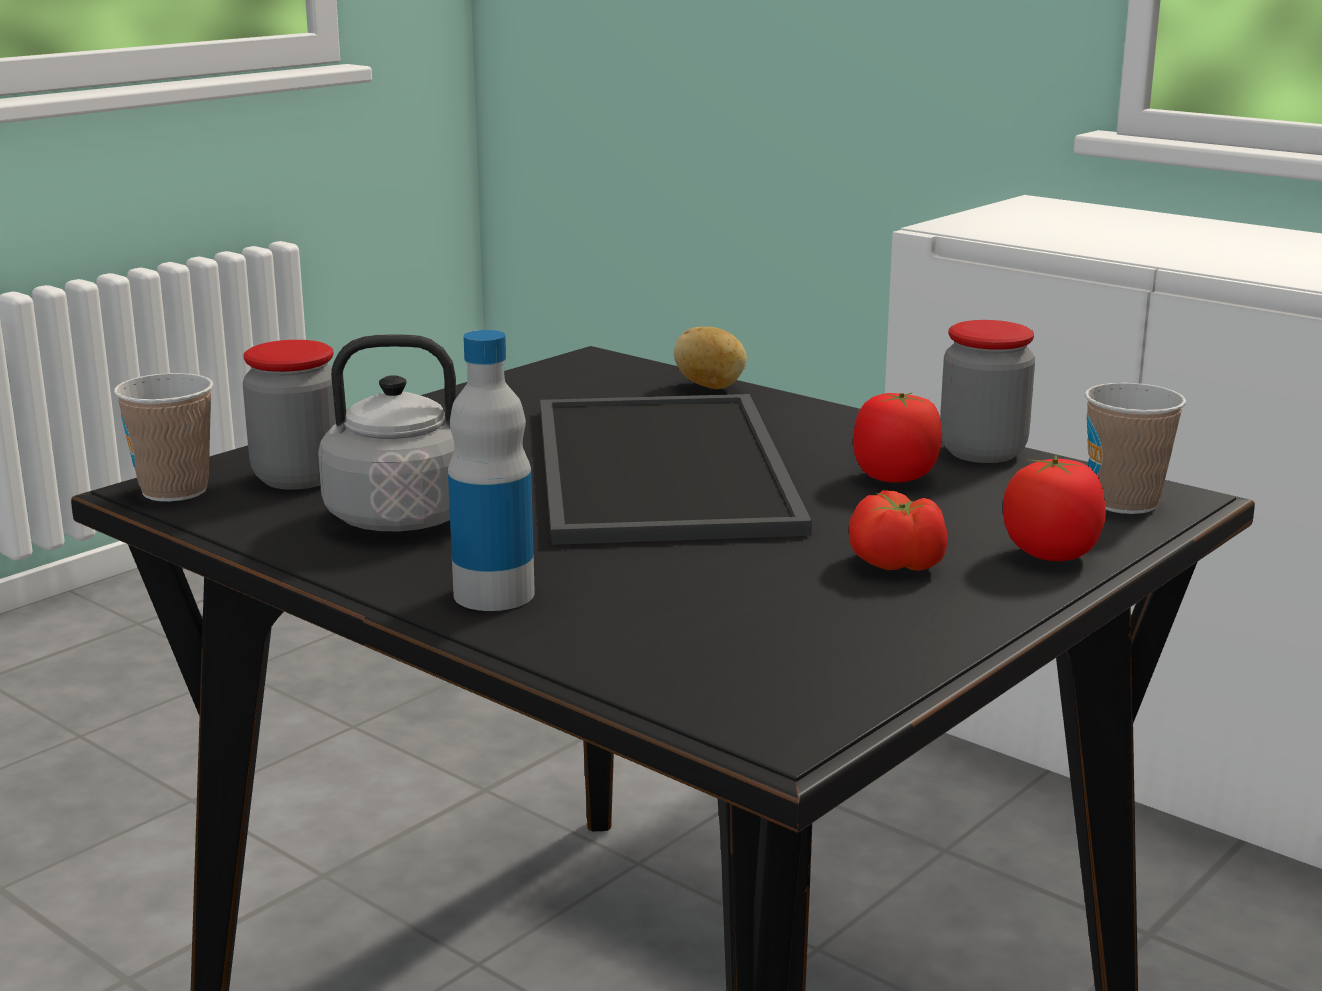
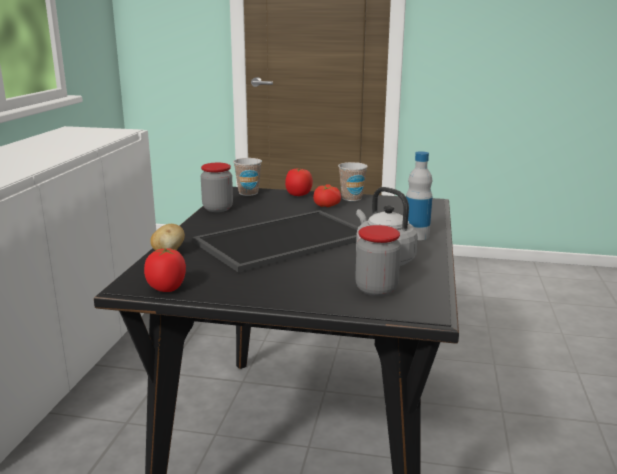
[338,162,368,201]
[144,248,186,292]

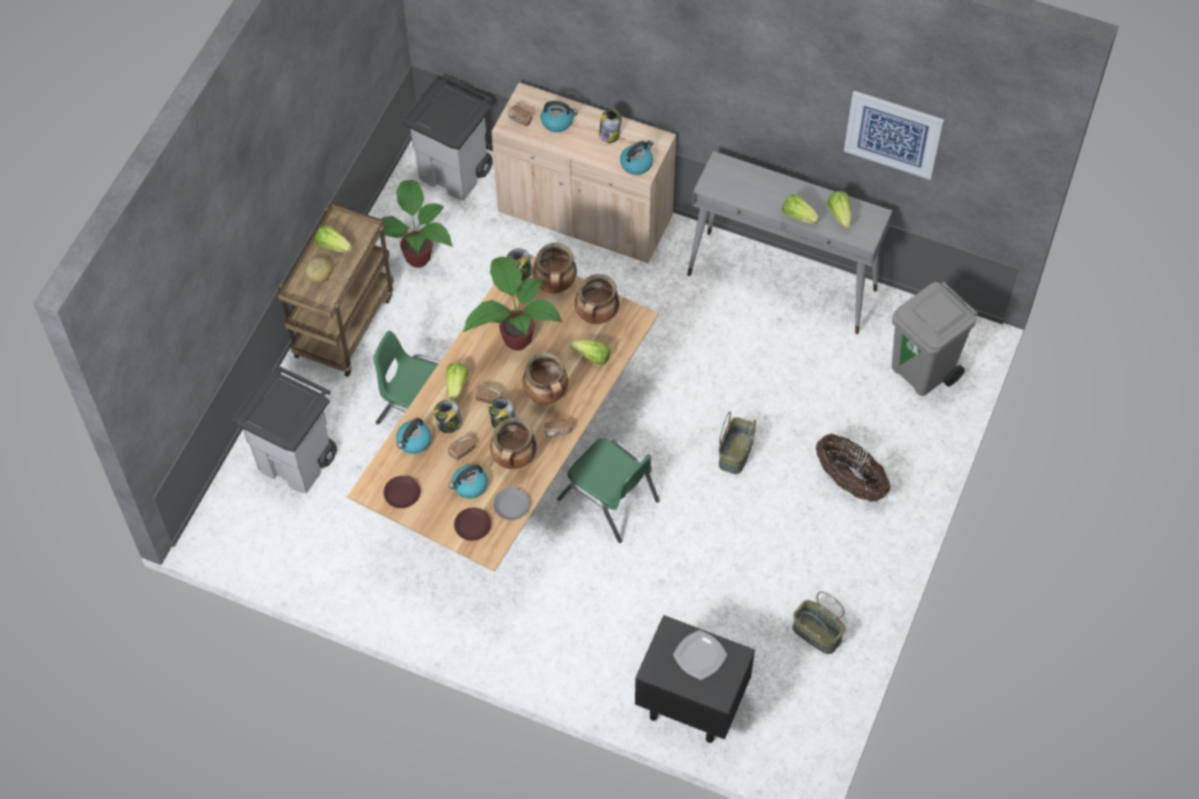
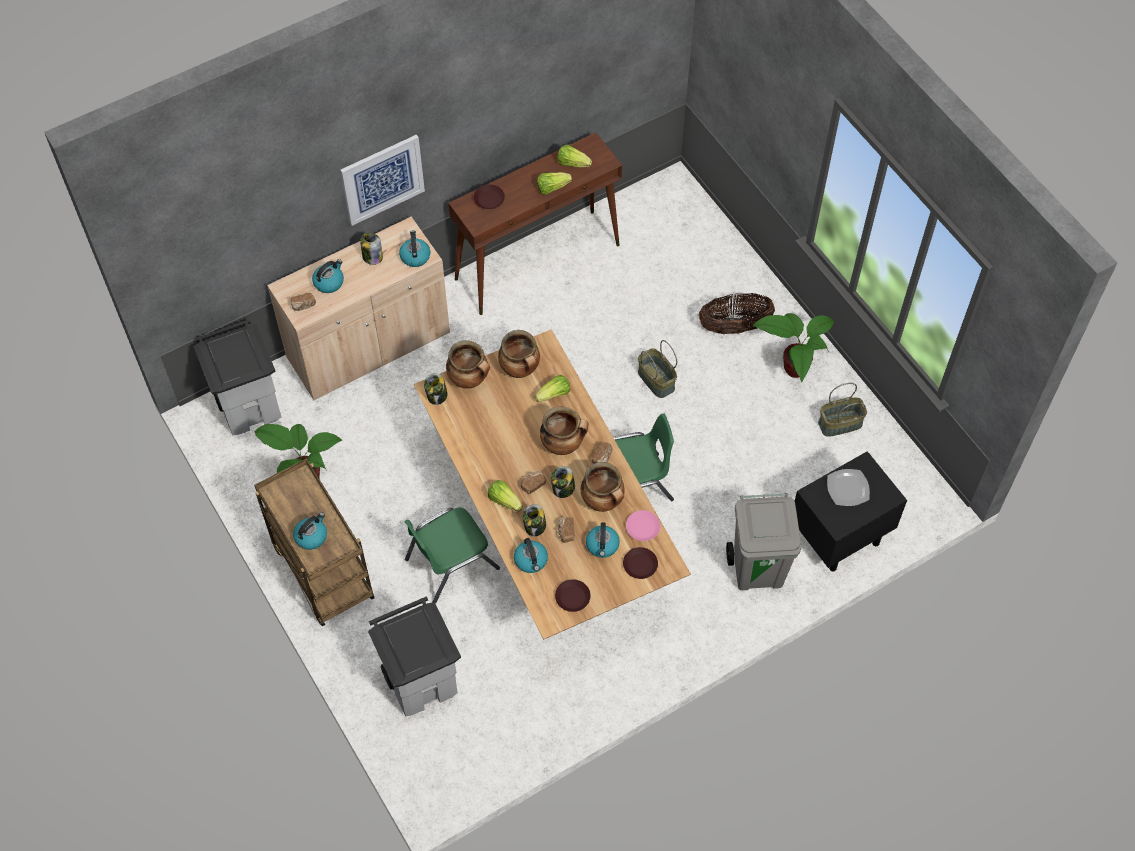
[293,512,327,550]
[315,225,352,253] (first image)
[752,313,835,383]
[626,510,661,541]
[449,133,622,315]
[340,134,425,226]
[726,493,801,590]
[474,185,505,209]

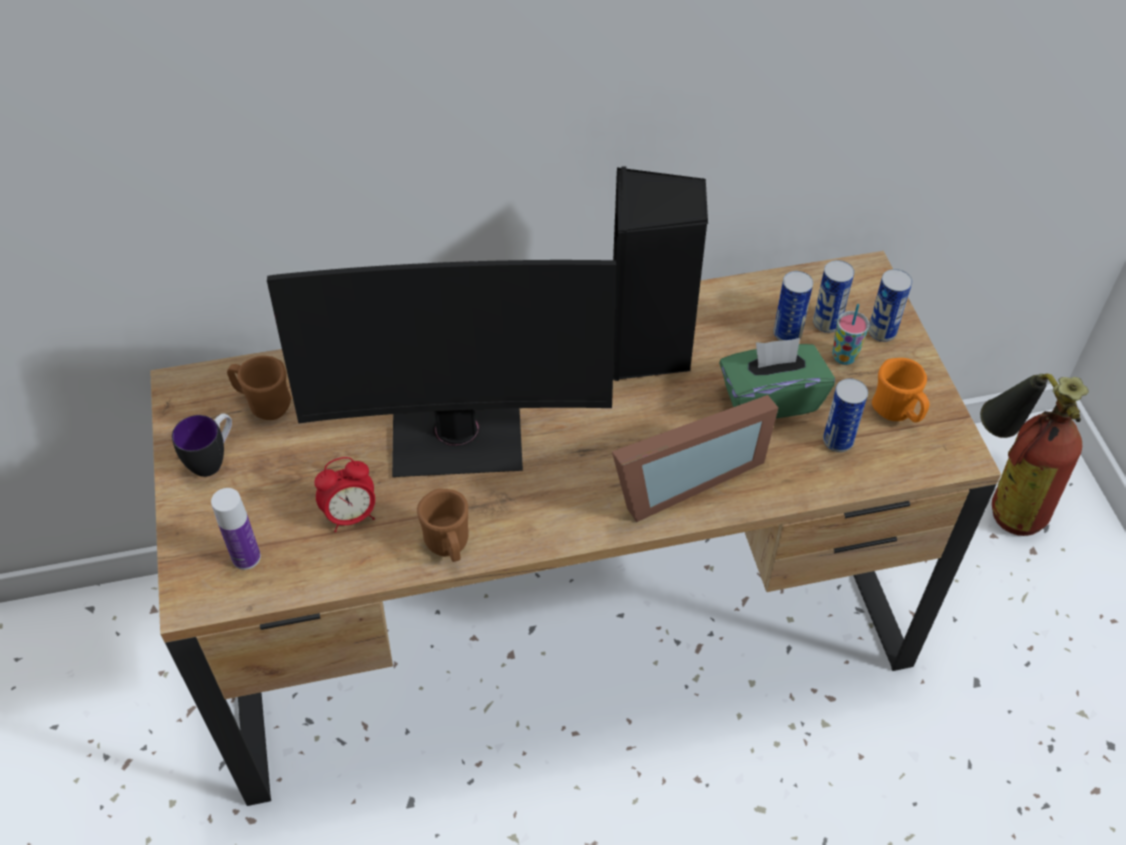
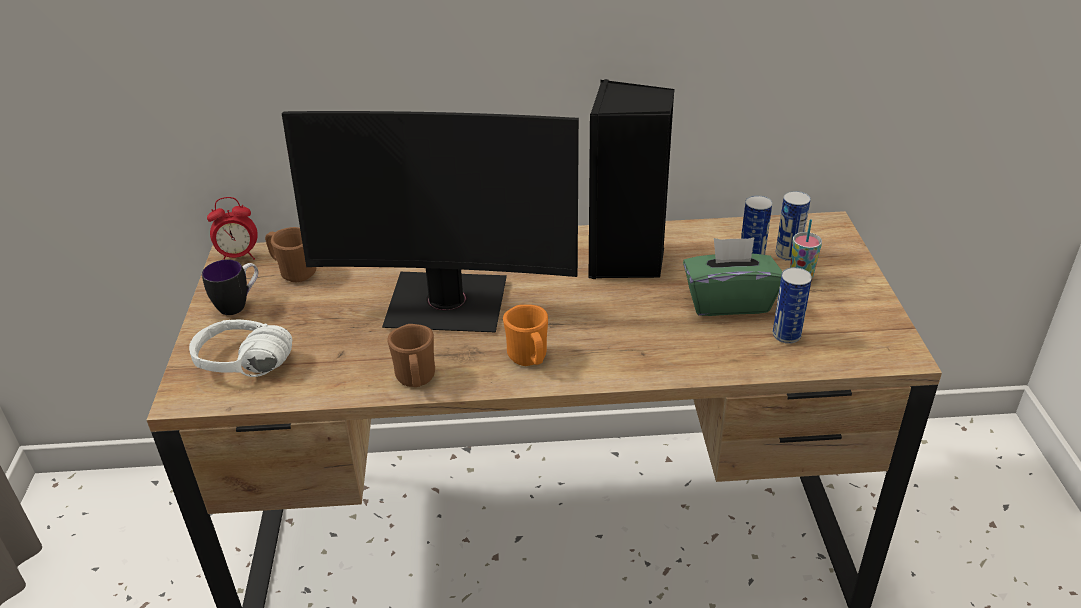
[189,320,292,377]
[207,197,258,260]
[612,395,778,522] (first image)
[868,269,912,342] (first image)
[503,305,548,366]
[980,374,1089,536] (first image)

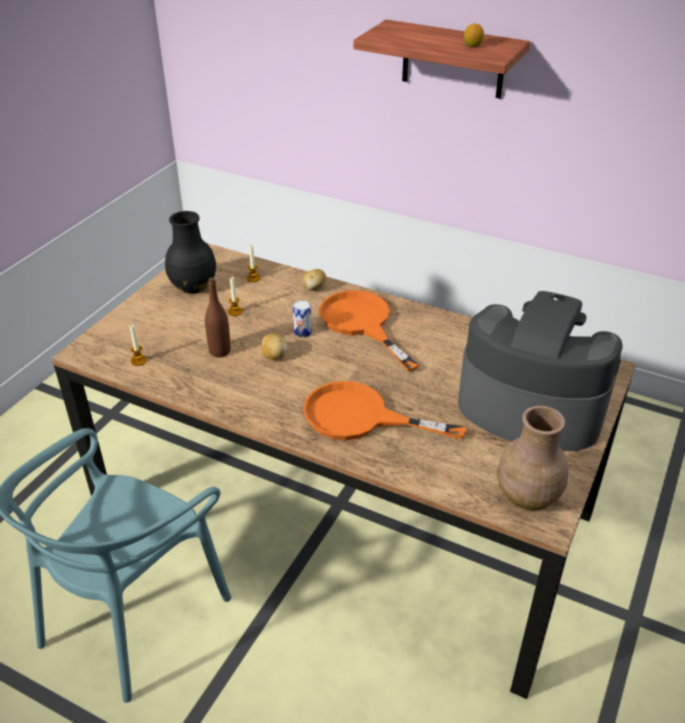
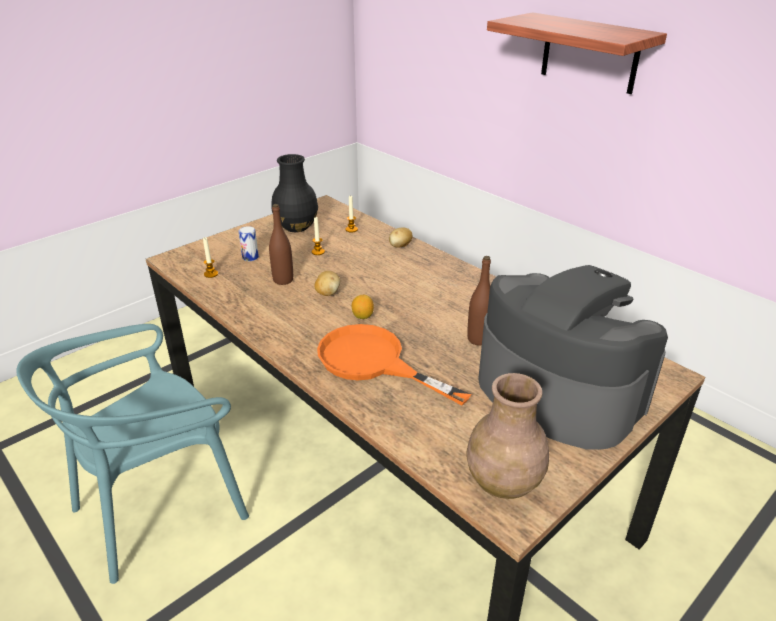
[238,226,259,261]
[319,290,419,372] (first image)
[352,295,374,319]
[467,256,491,346]

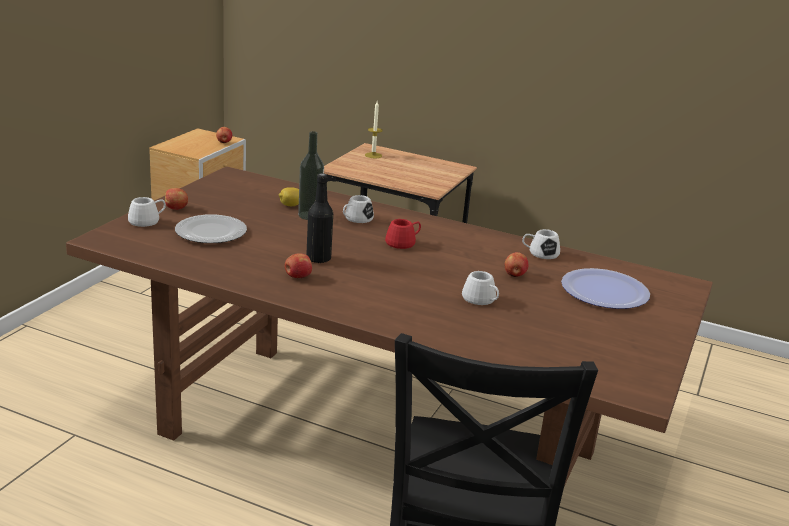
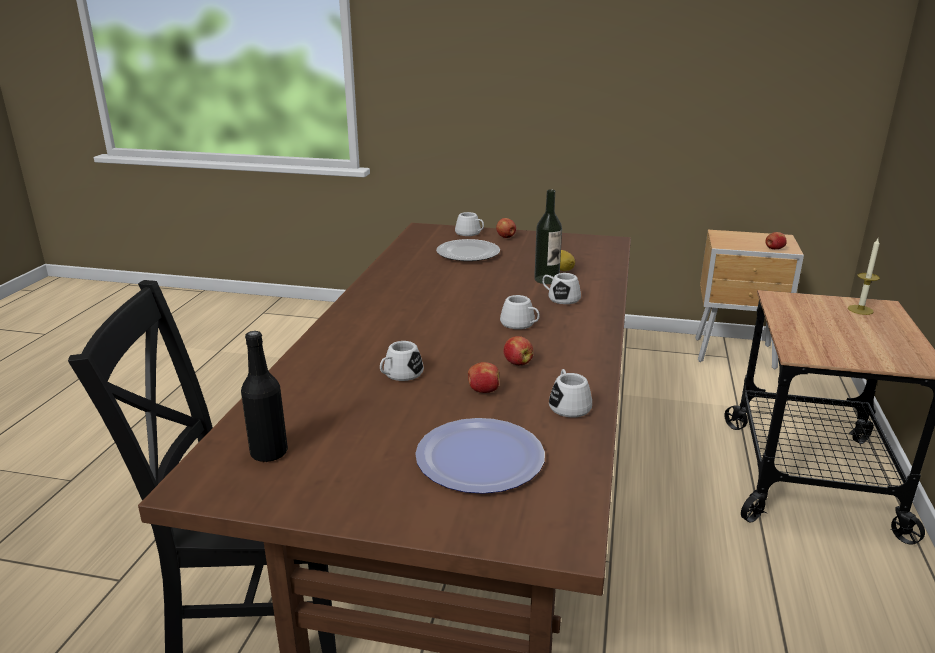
[504,336,533,366]
[241,331,288,462]
[500,295,540,329]

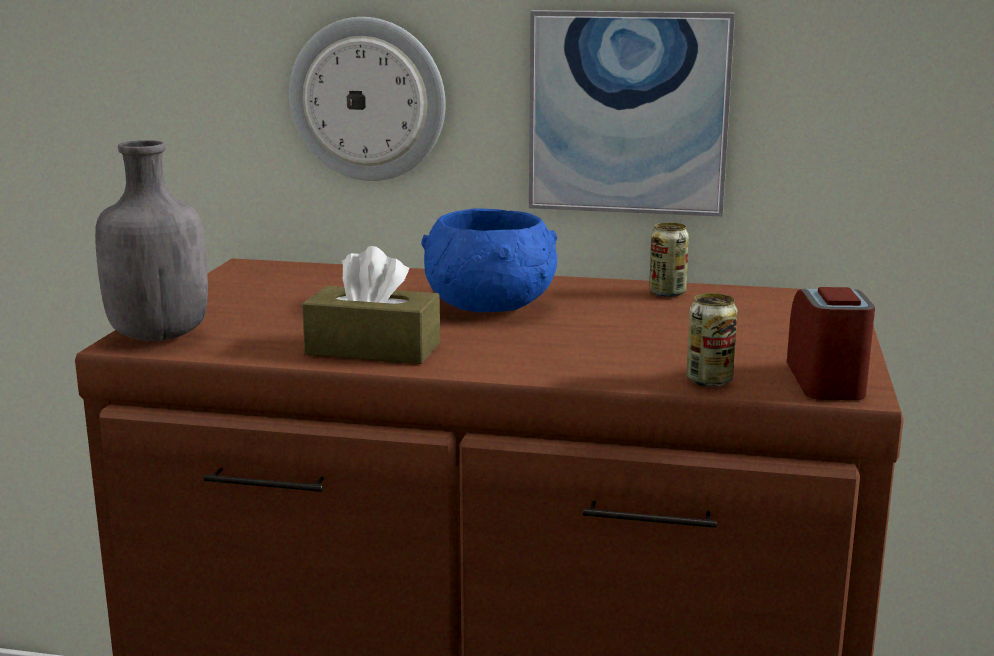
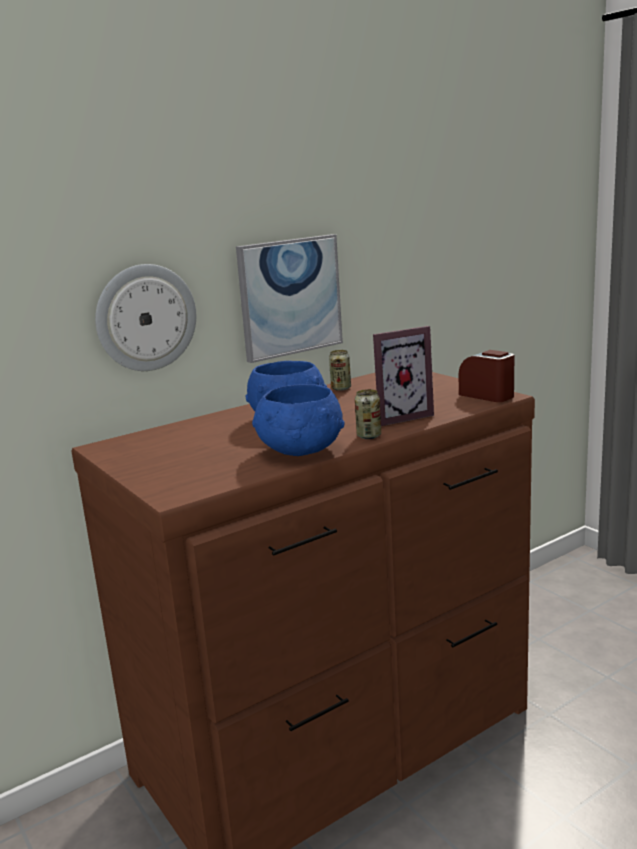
[95,140,208,341] (first image)
[252,384,345,456]
[355,389,381,439]
[373,326,434,426]

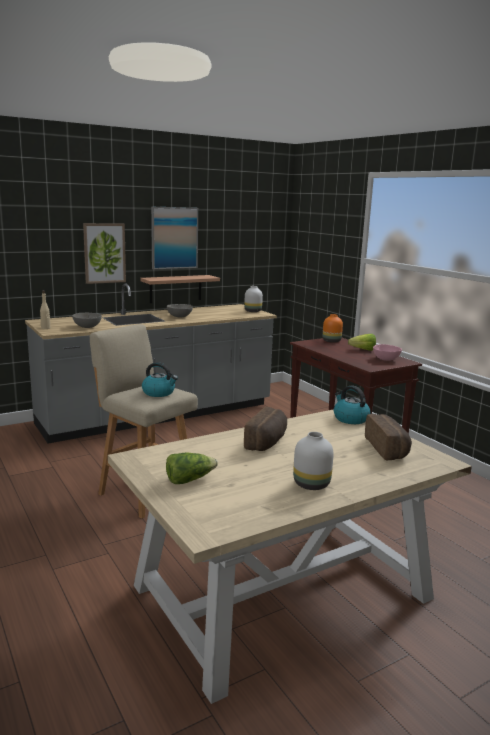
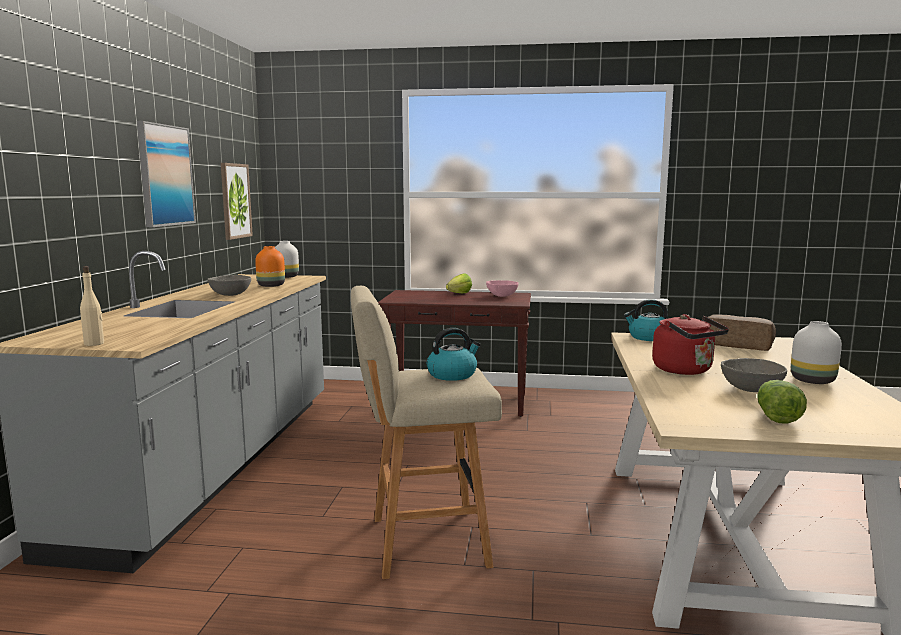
[721,358,787,392]
[221,163,253,240]
[140,275,220,303] (first image)
[652,314,729,375]
[255,246,285,287]

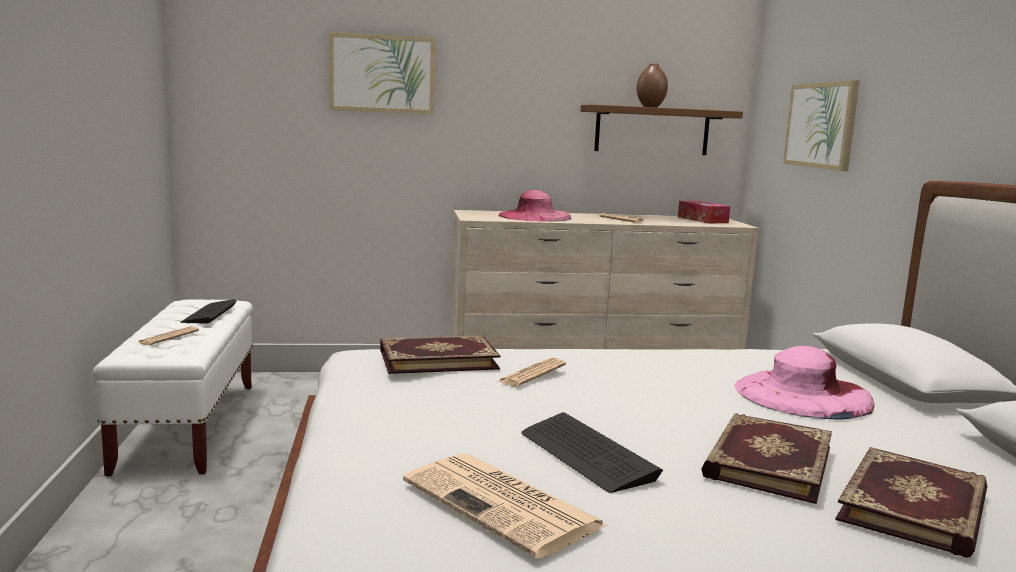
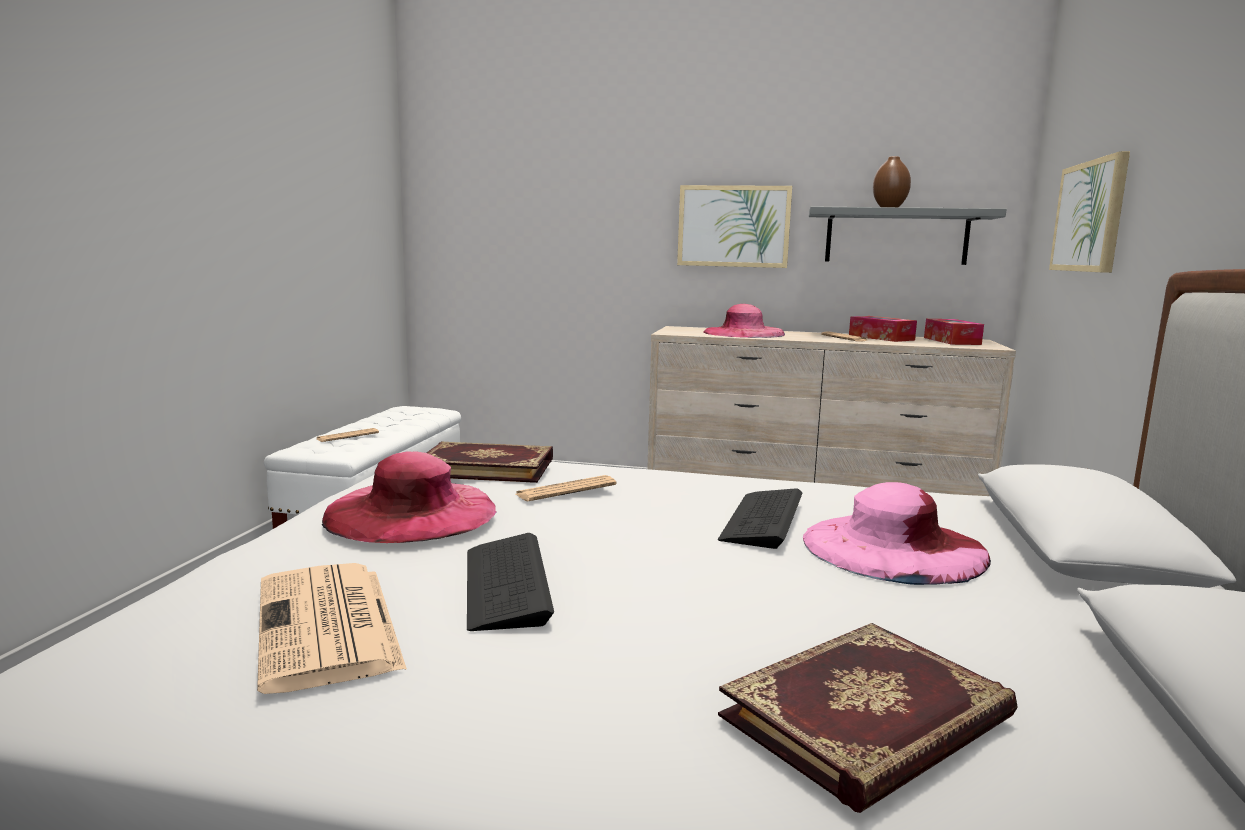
[718,488,803,549]
[677,185,792,268]
[809,206,1007,265]
[702,413,832,504] (first image)
[322,451,496,543]
[849,316,917,342]

